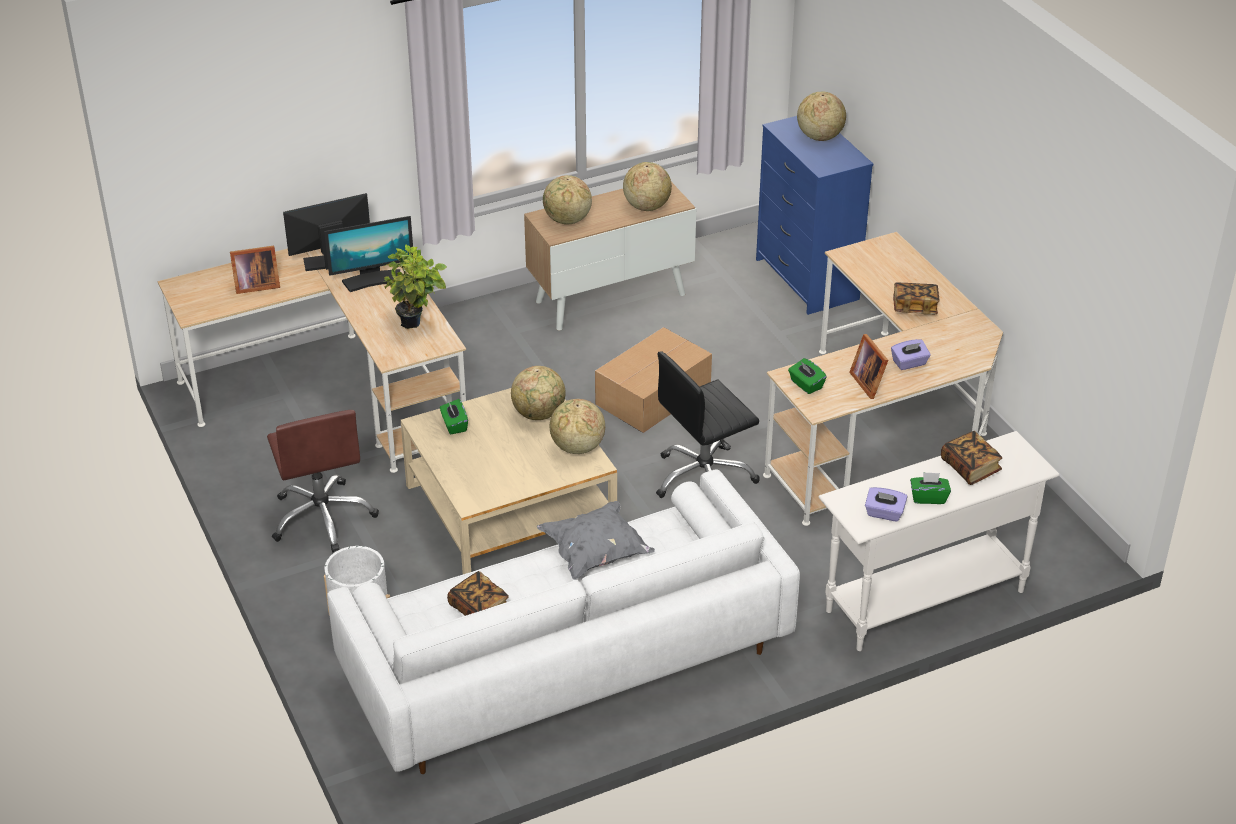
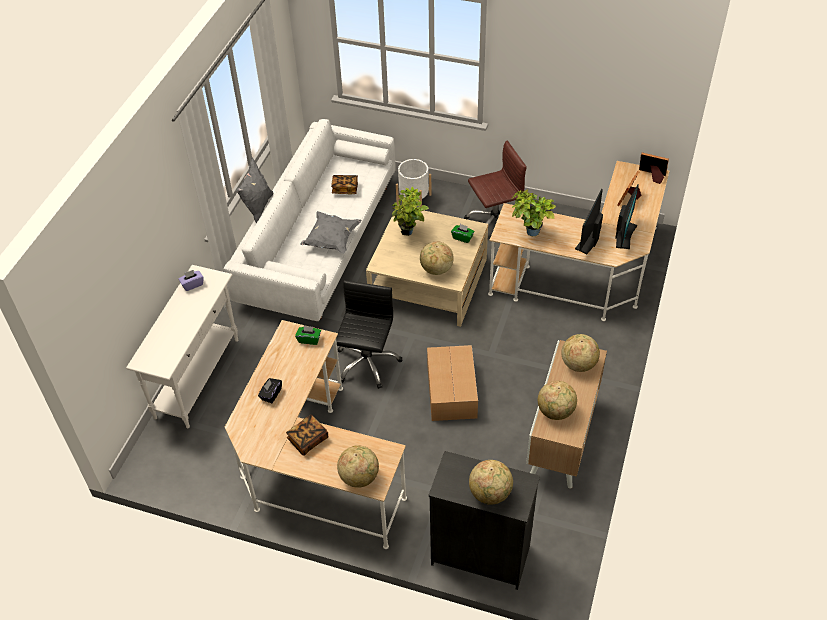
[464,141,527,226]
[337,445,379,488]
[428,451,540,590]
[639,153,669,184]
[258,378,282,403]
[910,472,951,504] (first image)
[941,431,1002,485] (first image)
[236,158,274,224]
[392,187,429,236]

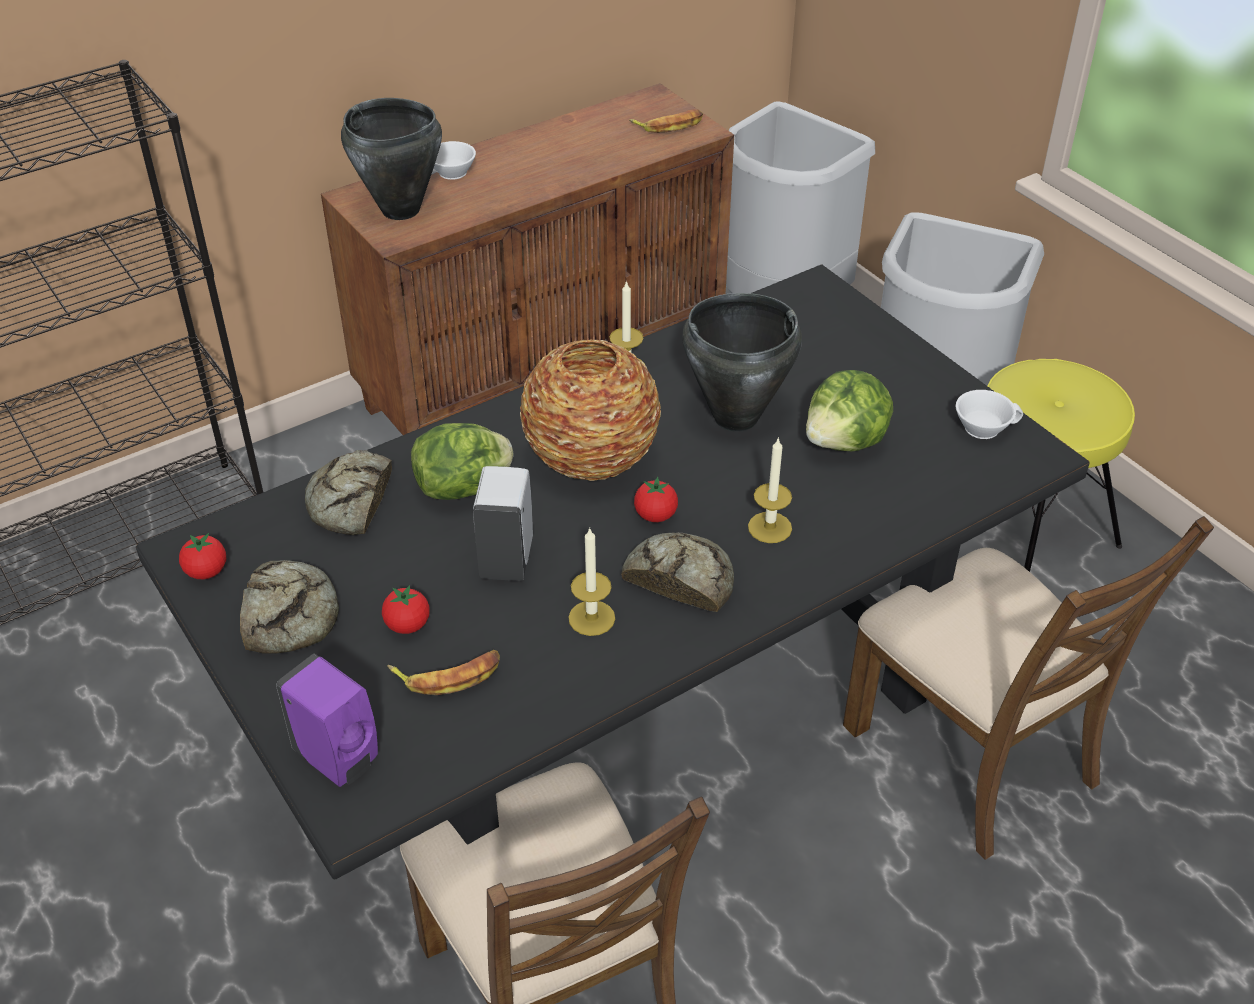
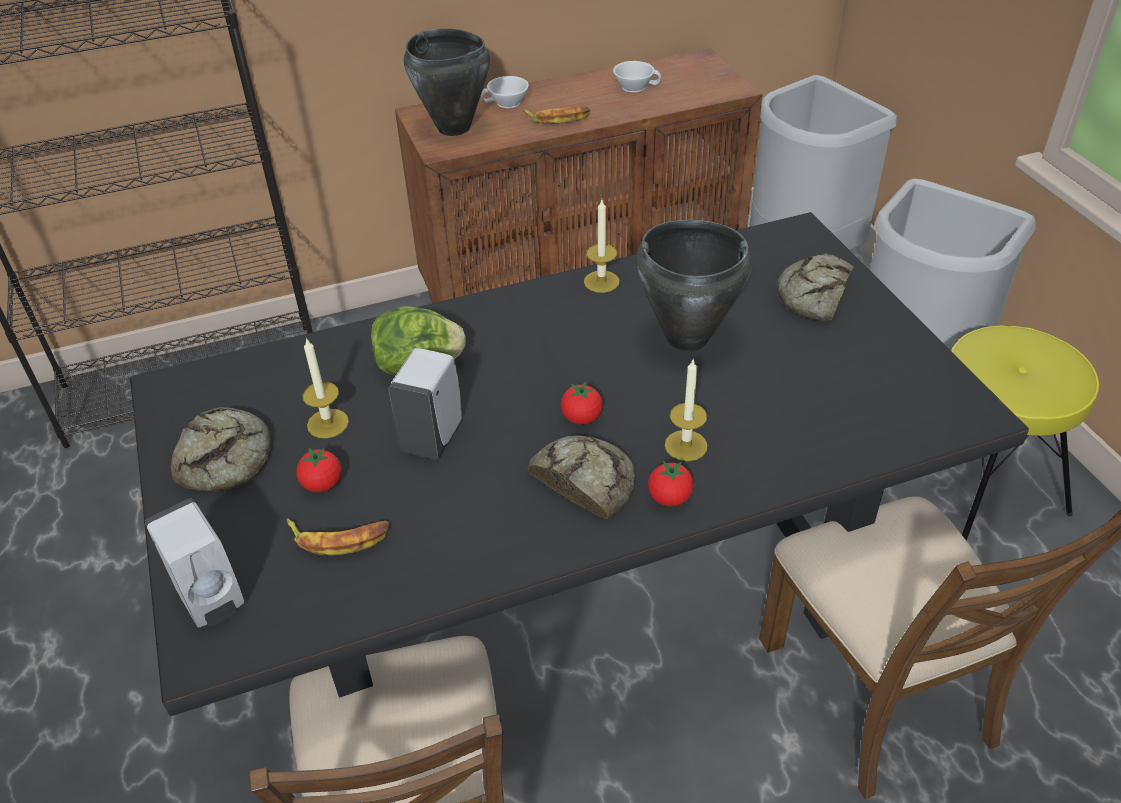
[648,461,694,507]
[145,499,244,627]
[777,253,853,321]
[520,340,661,481] (first image)
[302,338,349,438]
[523,105,591,124]
[806,370,893,451] (first image)
[613,61,661,92]

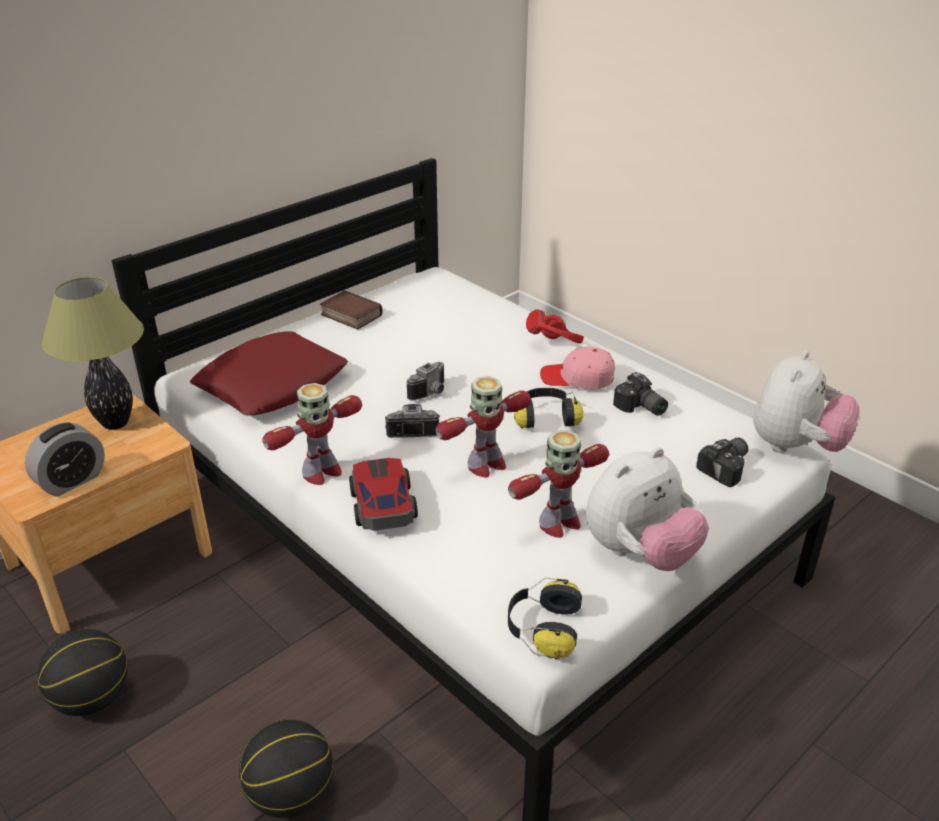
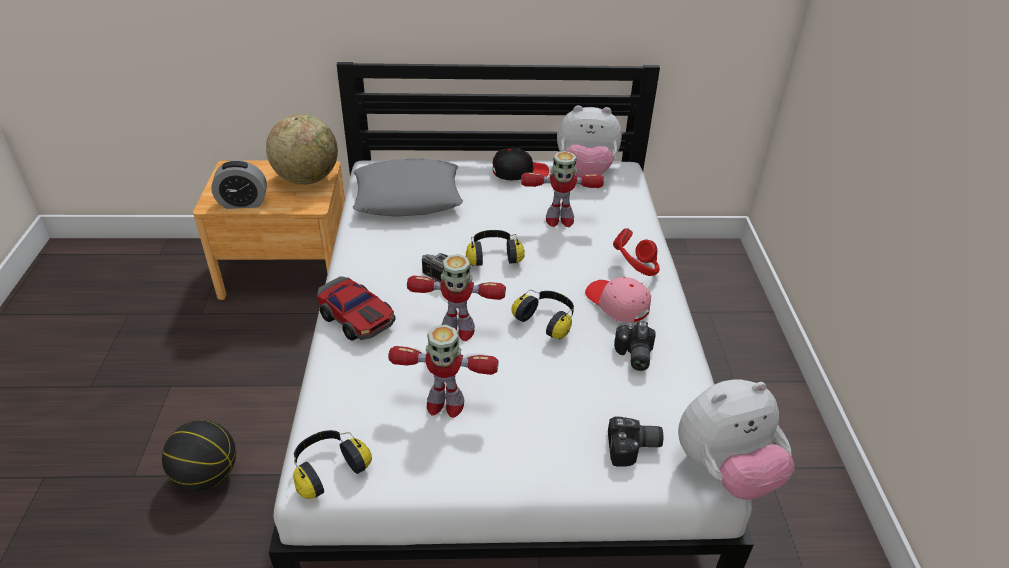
[37,629,128,716] (first image)
[266,114,338,185]
[353,159,463,217]
[521,151,604,227]
[493,147,549,180]
[317,276,396,341]
[466,230,525,266]
[557,105,622,177]

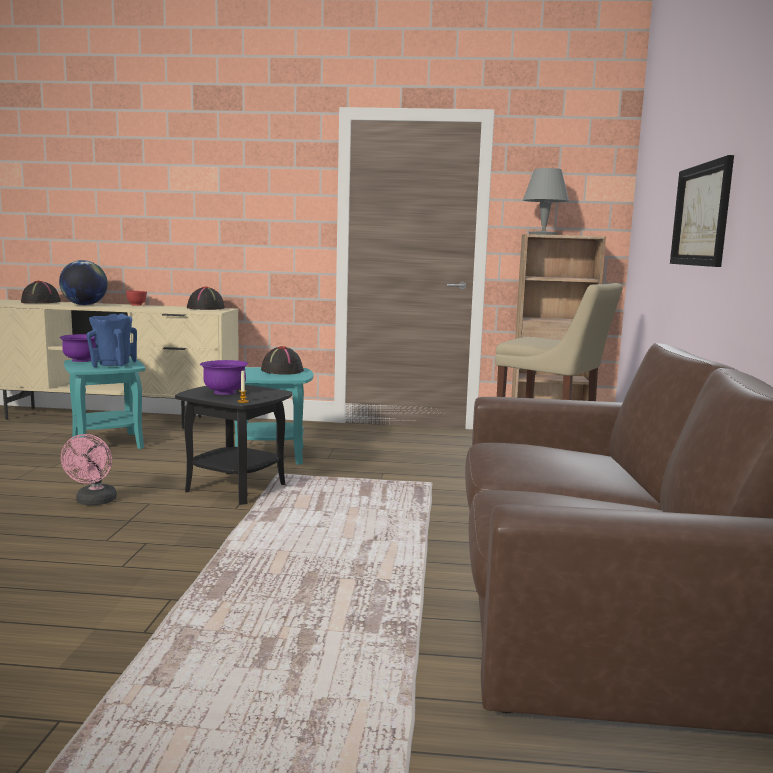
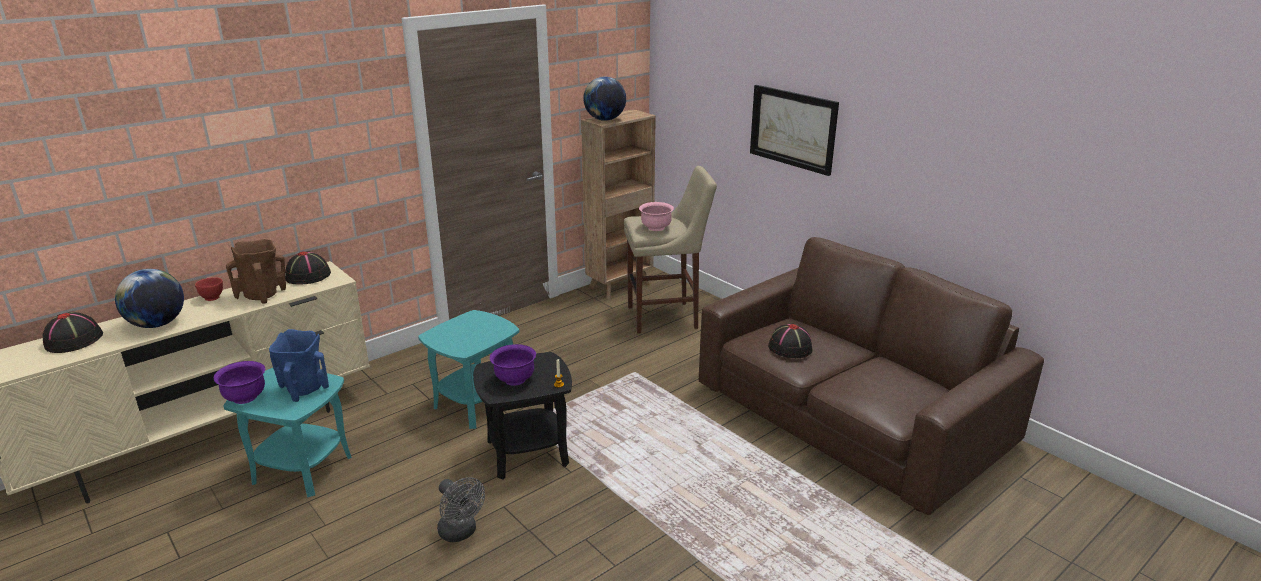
[437,477,485,542]
[768,324,812,358]
[583,77,626,121]
[226,239,286,304]
[639,202,674,231]

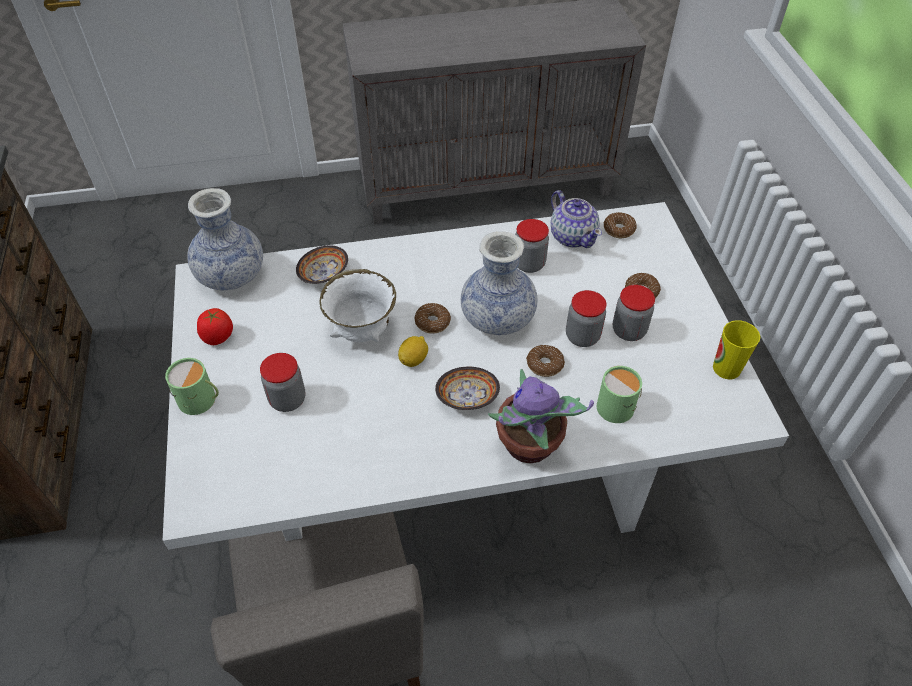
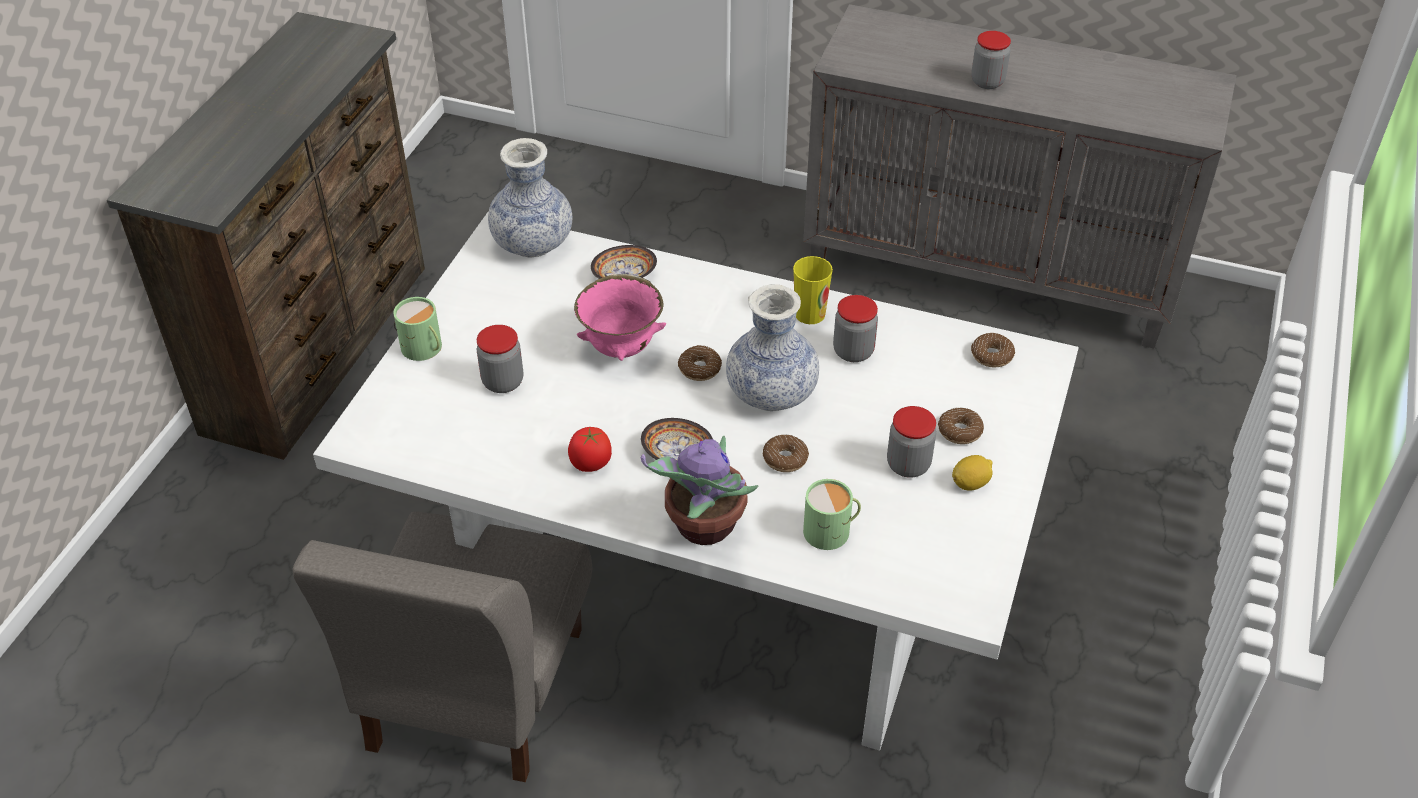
[568,427,612,472]
[574,274,666,361]
[952,455,993,491]
[551,190,602,248] (first image)
[971,31,1011,89]
[793,256,833,324]

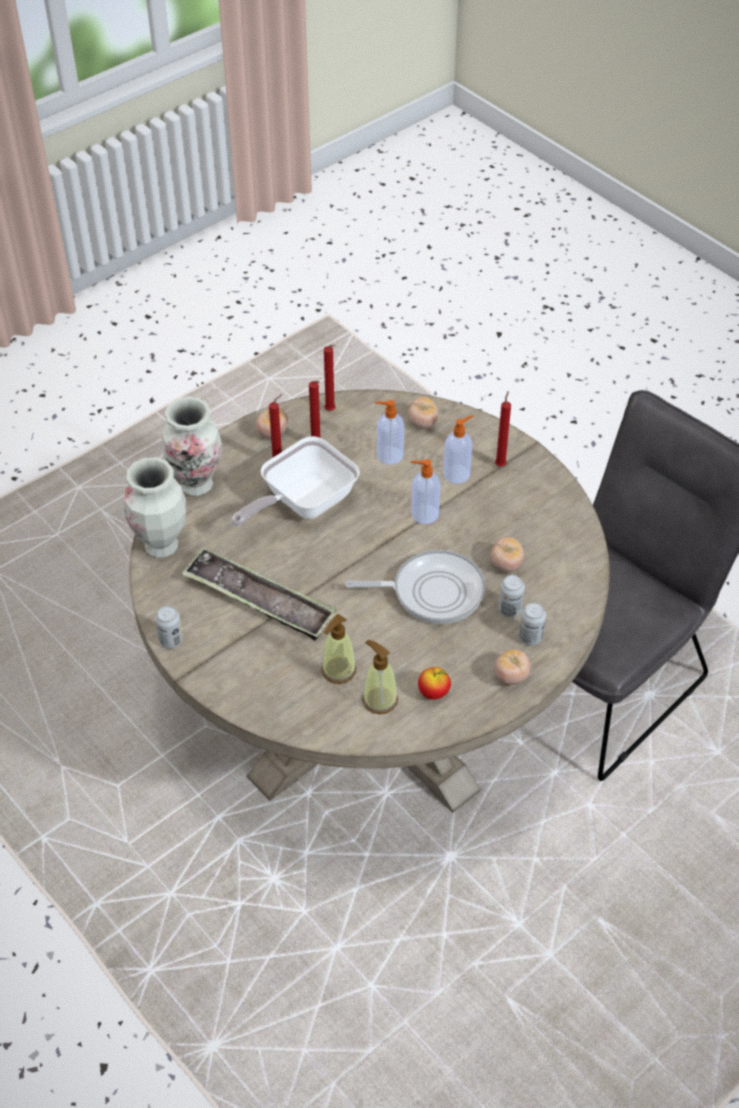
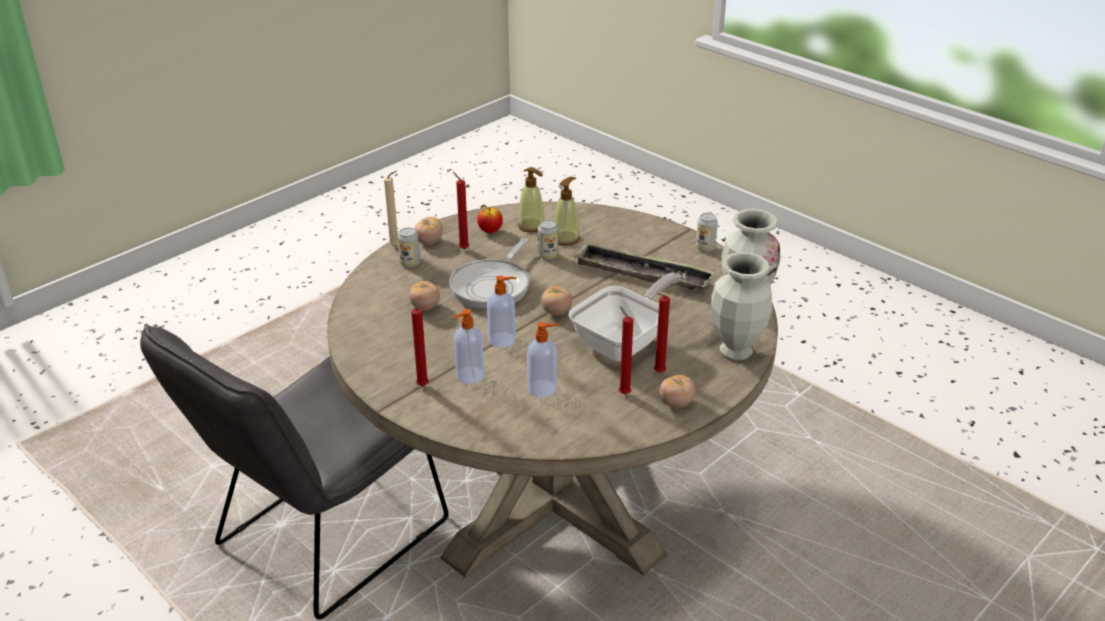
[453,172,469,249]
[449,238,530,309]
[541,286,572,315]
[538,220,558,260]
[384,171,398,246]

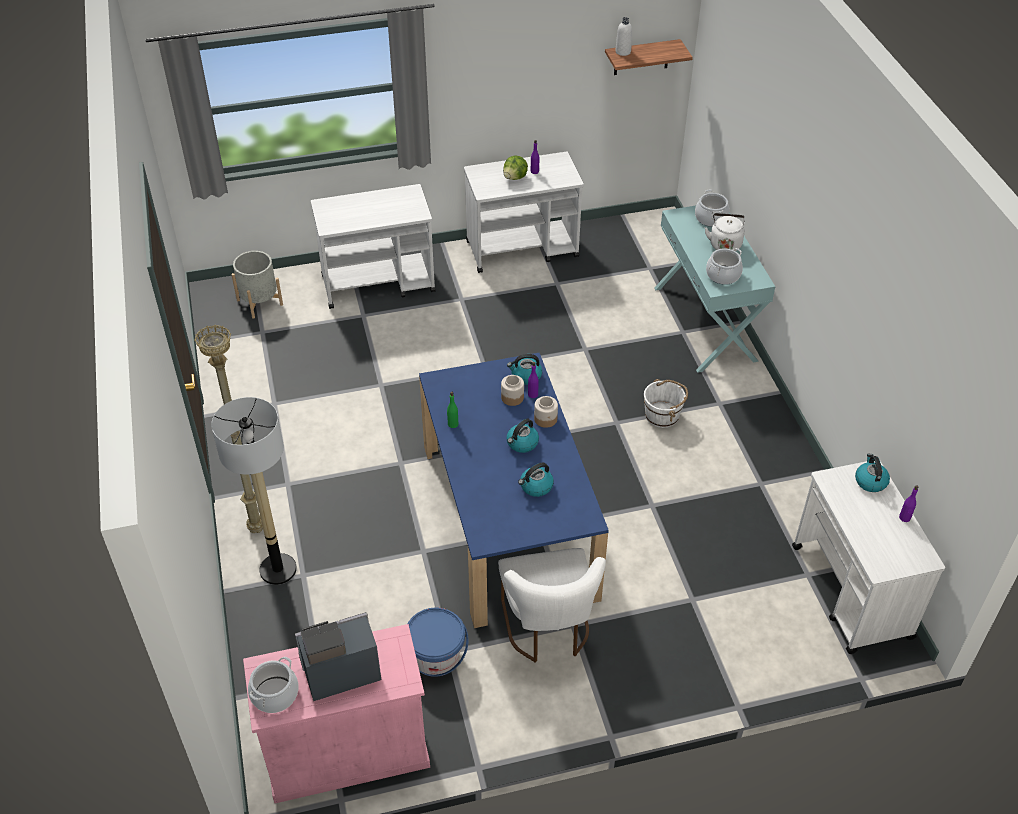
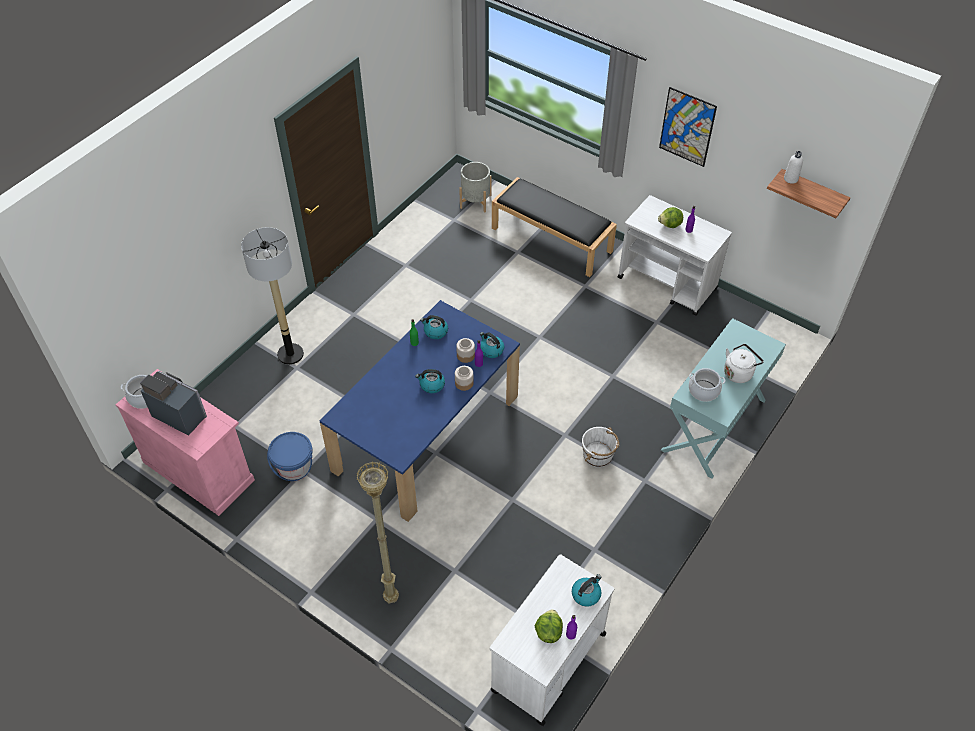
[357,461,399,603]
[492,177,617,277]
[498,548,606,663] (first image)
[420,315,448,339]
[695,190,730,227] (first image)
[535,609,563,643]
[659,87,717,167]

